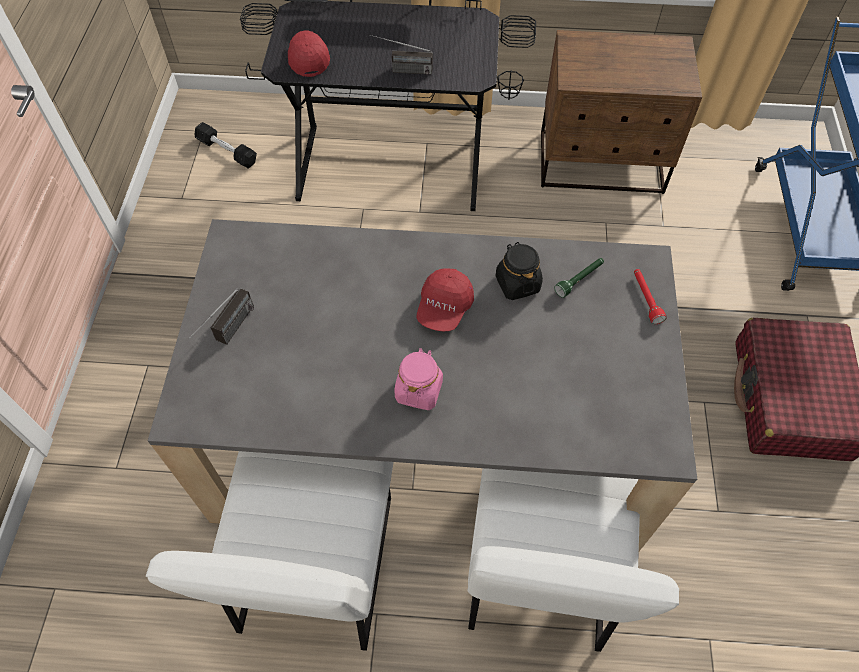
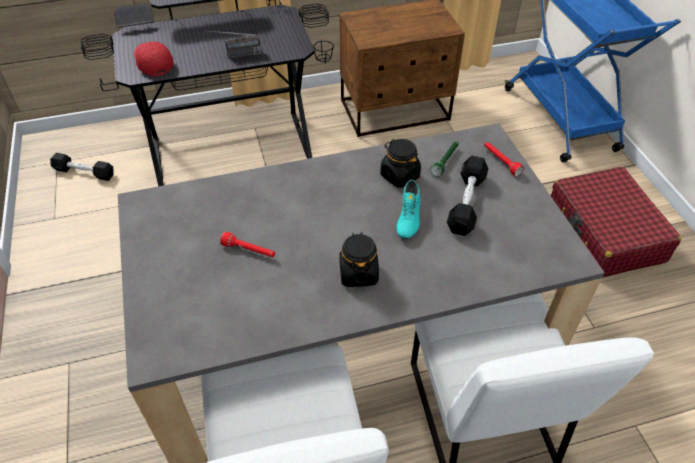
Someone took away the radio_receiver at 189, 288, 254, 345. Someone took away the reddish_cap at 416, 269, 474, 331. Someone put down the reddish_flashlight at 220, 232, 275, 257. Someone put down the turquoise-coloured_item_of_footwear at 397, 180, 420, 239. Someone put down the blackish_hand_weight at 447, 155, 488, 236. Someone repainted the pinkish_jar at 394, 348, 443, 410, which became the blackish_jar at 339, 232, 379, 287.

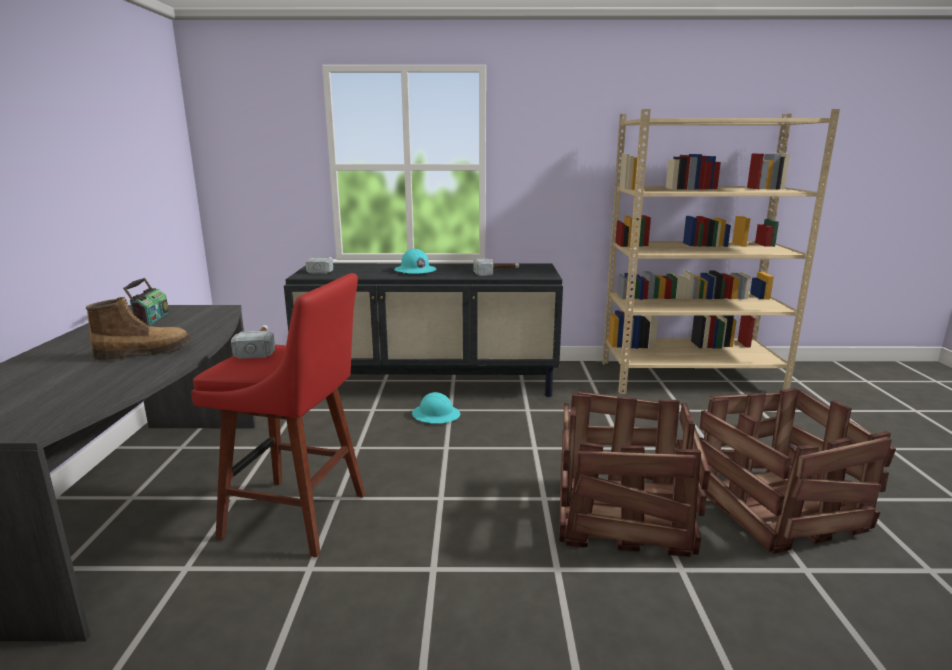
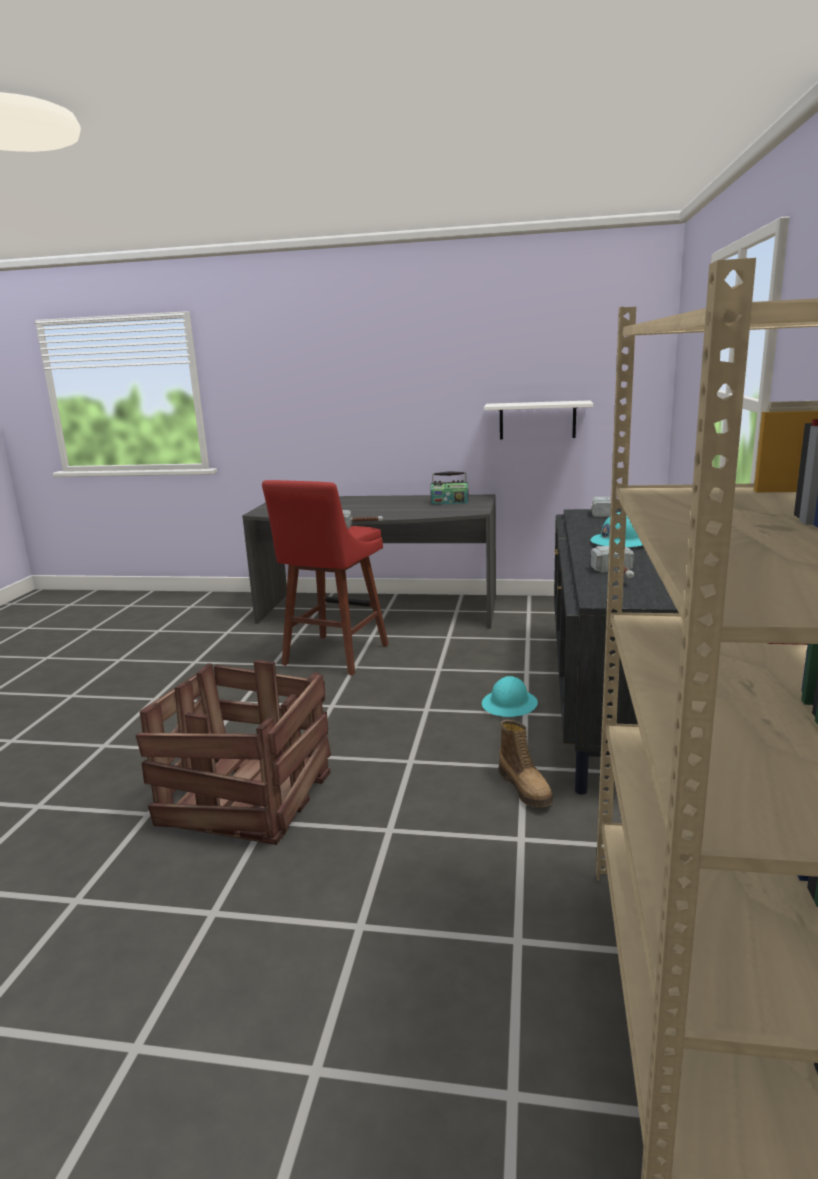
Someone took away the packing_crate at 699, 388, 896, 554. Someone put up the whitish_wall_shelf at 484, 400, 593, 440. Someone carried the high-top_boot from 86, 297, 191, 360 to 499, 720, 553, 807.

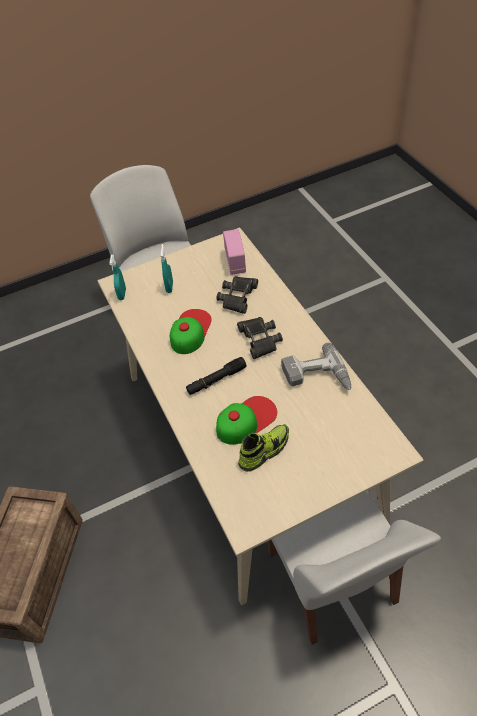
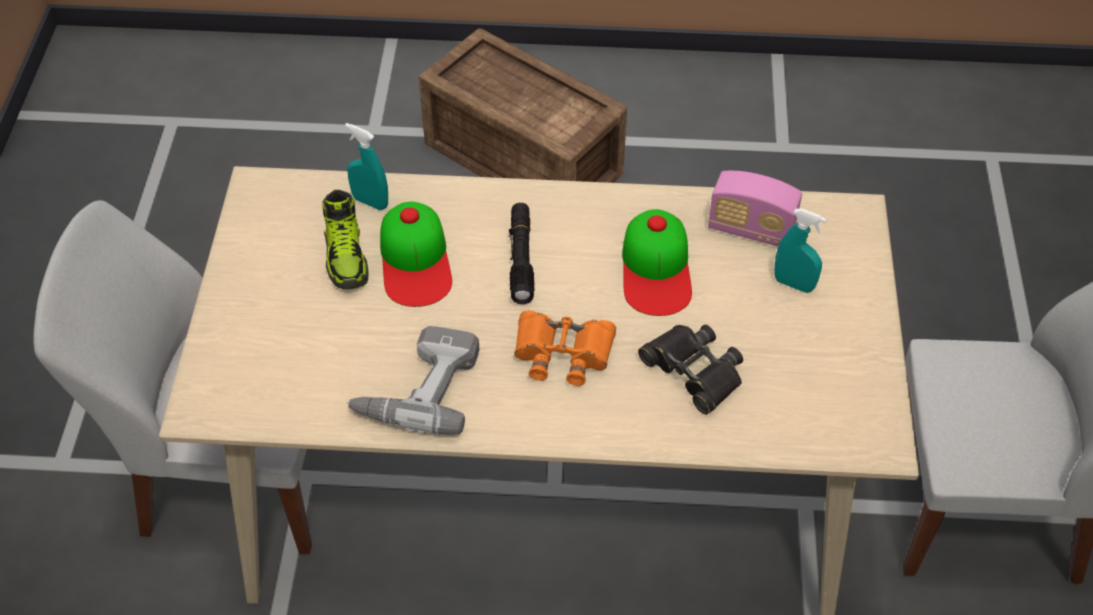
Someone carried the turquoise-coloured_hand_sprayer from 109, 254, 126, 300 to 345, 123, 388, 210. Someone carried the radio_receiver from 223, 229, 246, 275 to 708, 171, 802, 246. Someone repainted the blackish_field_glasses at 237, 317, 283, 359, which became the orange-coloured_field_glasses at 514, 310, 616, 386. Someone rotated the cap at 170, 309, 212, 354 by 45 degrees clockwise.

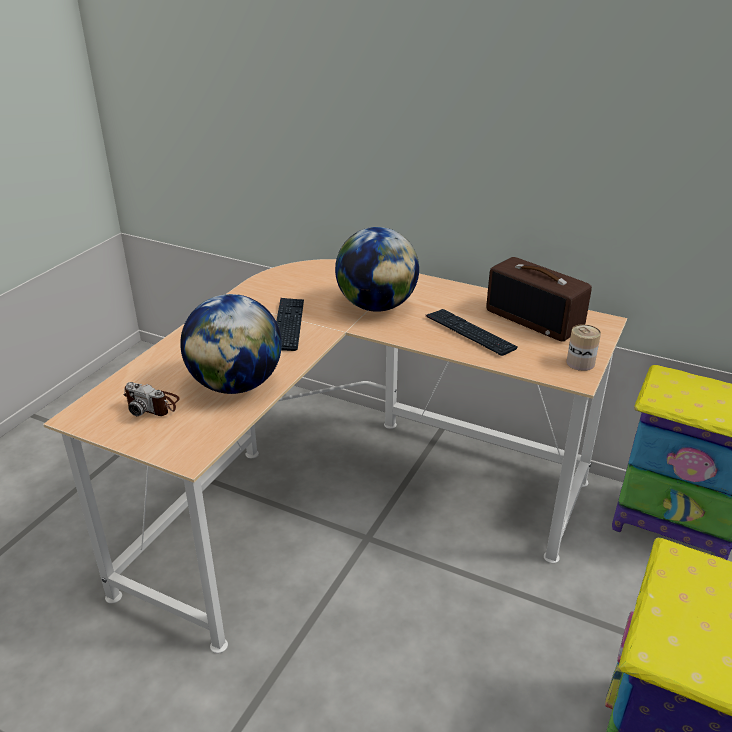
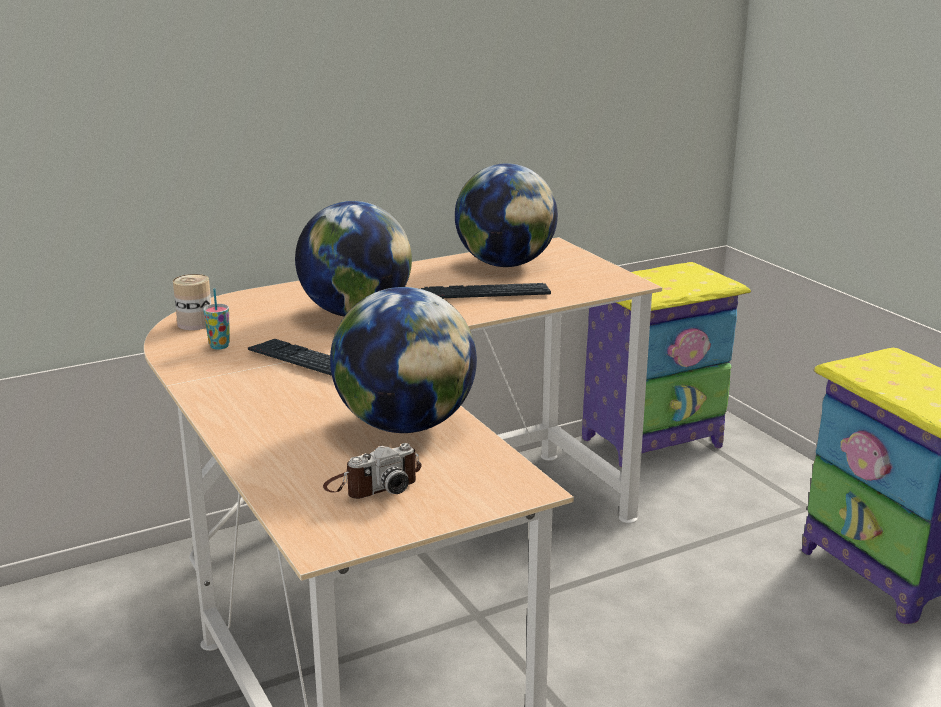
Someone put down the small_cup at 203, 289, 230, 350. Someone carried the sealed_can from 567, 324, 601, 371 to 173, 274, 211, 330. Someone swapped the radio_receiver at 486, 257, 592, 342 for the world_globe at 455, 163, 558, 267.

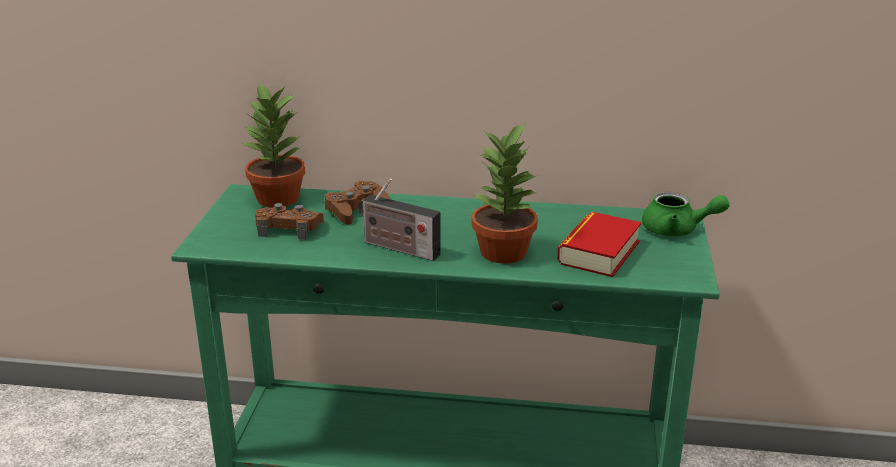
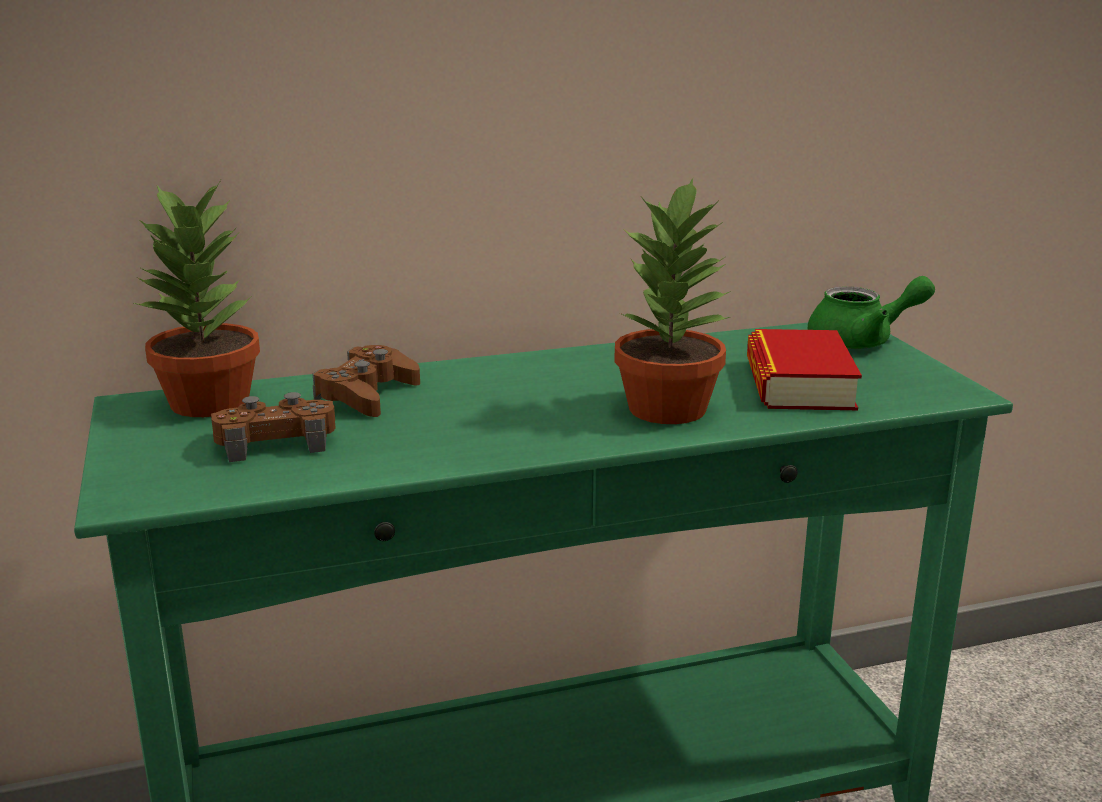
Someone took away the radio_receiver at 358, 178, 441, 261.

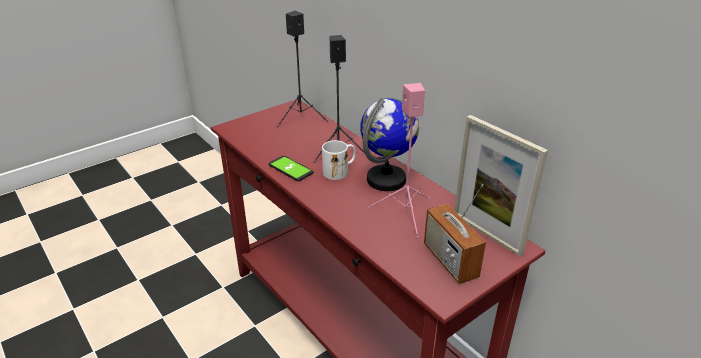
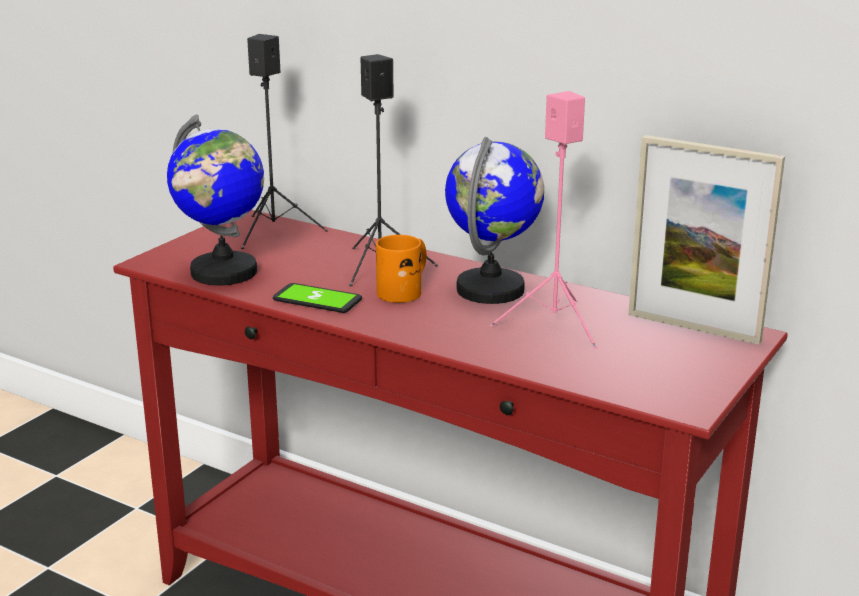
Someone took away the radio_receiver at 424, 184, 486, 284. Someone put down the world_globe at 167, 114, 264, 285. Someone repainted the whitish_mug at 322, 140, 356, 180, which became the orange-coloured_mug at 376, 235, 426, 303.

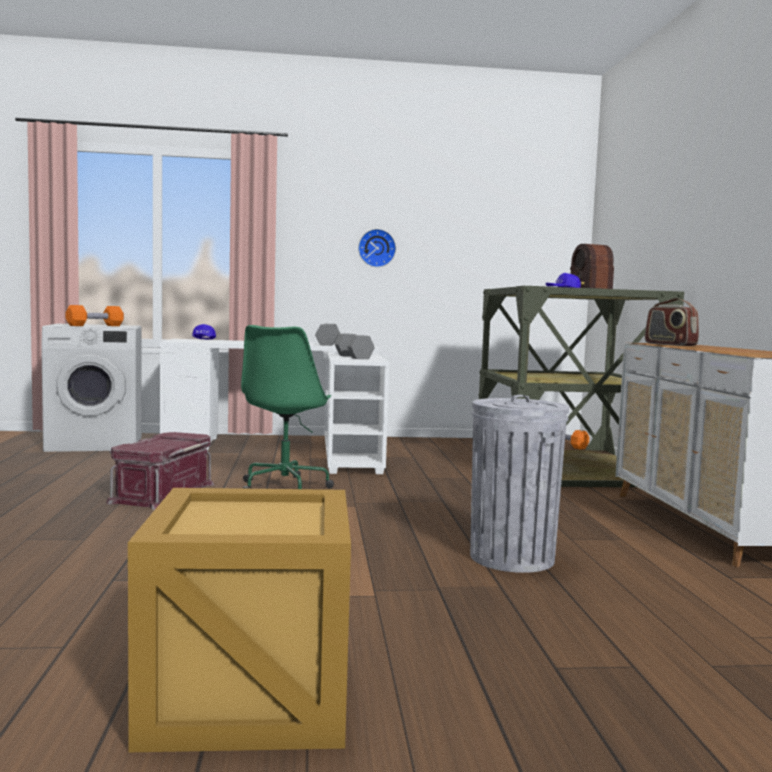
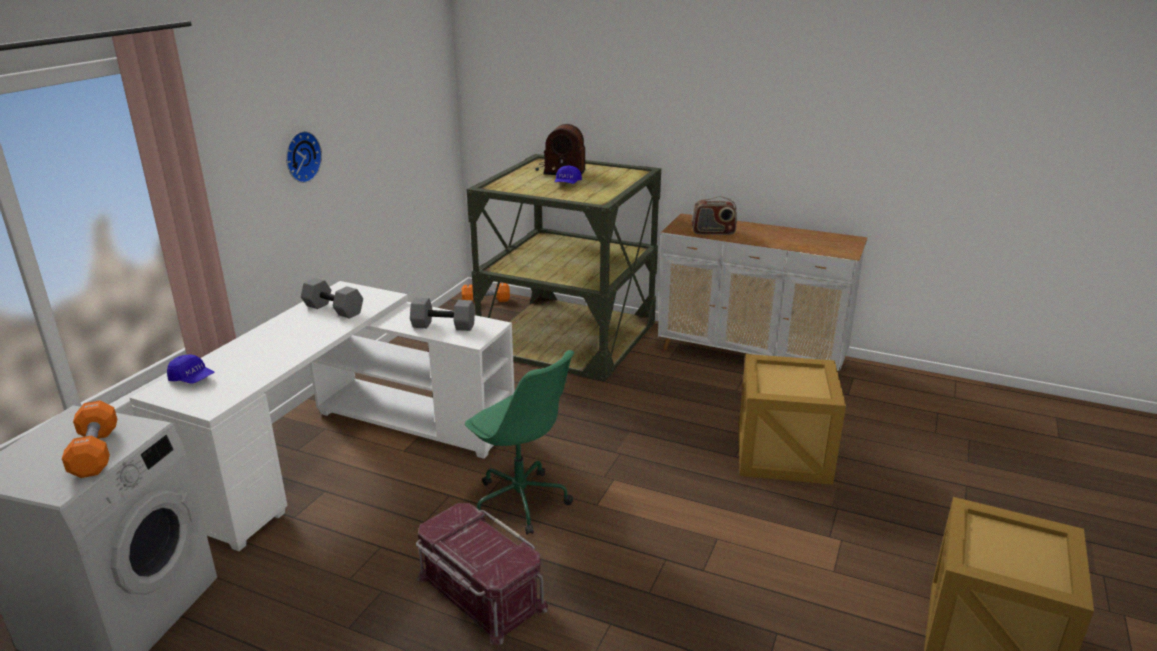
Someone swapped the gray_waste_bin at 470, 395, 569, 573 for the packing_crate at 738, 354, 846, 485.

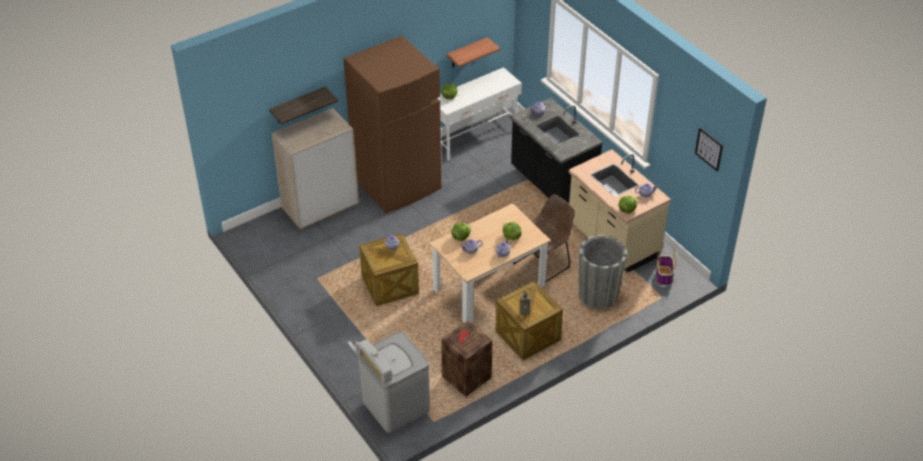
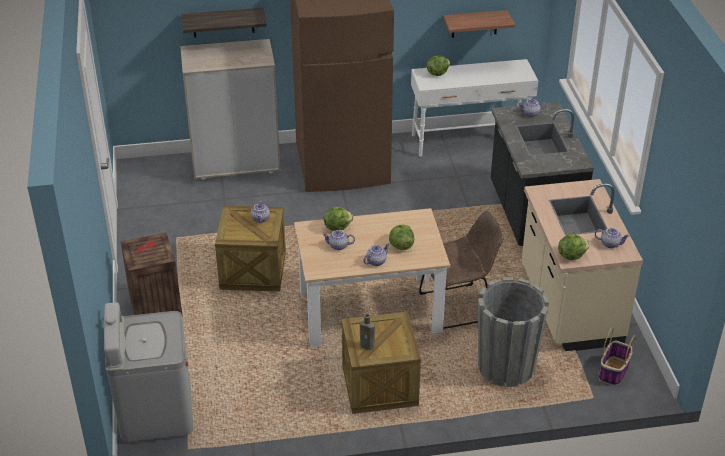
Someone took away the picture at 695, 128, 723, 172. Someone carried the packing_crate from 441, 321, 493, 397 to 121, 233, 183, 317.

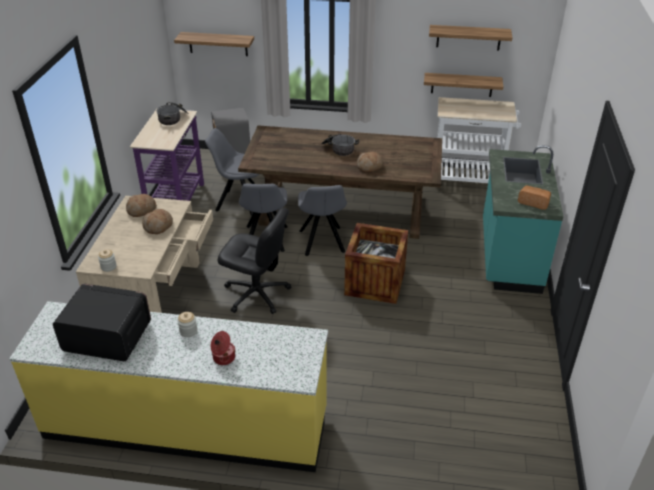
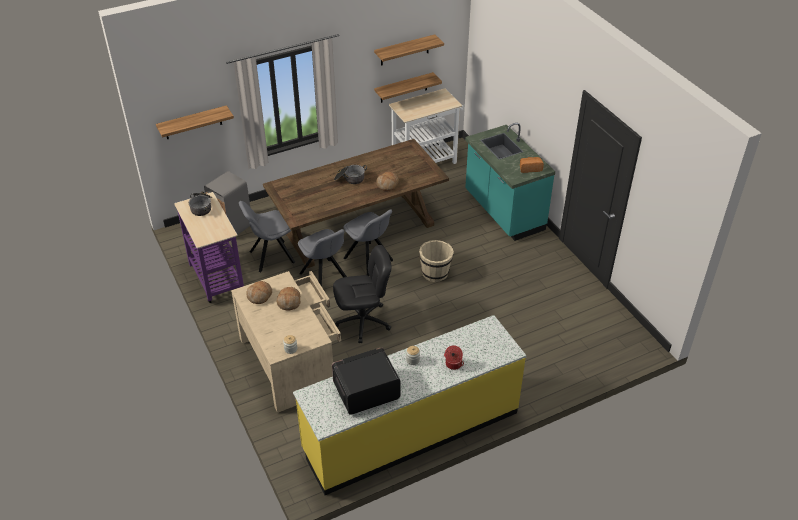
Someone swapped the packing_crate at 344, 223, 408, 304 for the beige-coloured_bucket at 419, 240, 454, 282.

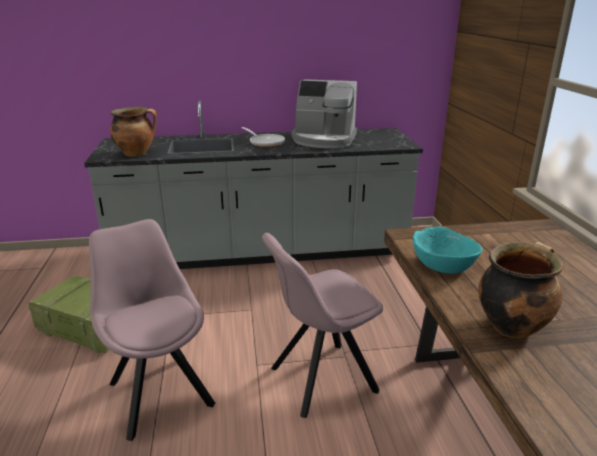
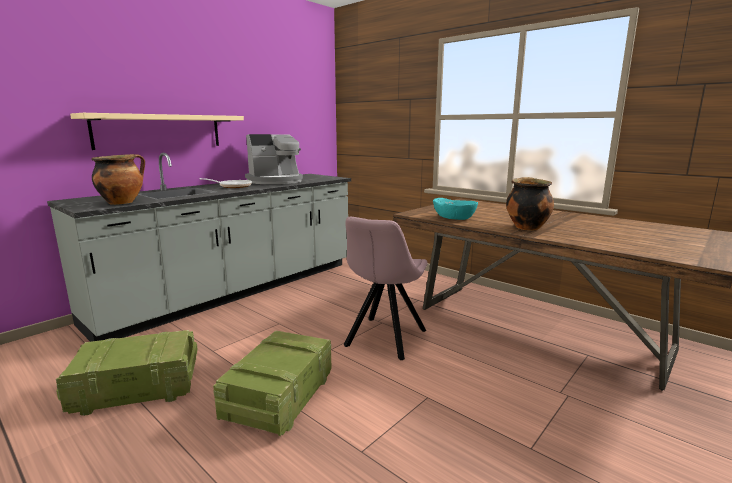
Someone put up the beige-coloured_wall_shelf at 70, 113, 244, 150. Someone swapped the pinkish_chair at 89, 219, 215, 441 for the packing_crate at 213, 330, 332, 436.

